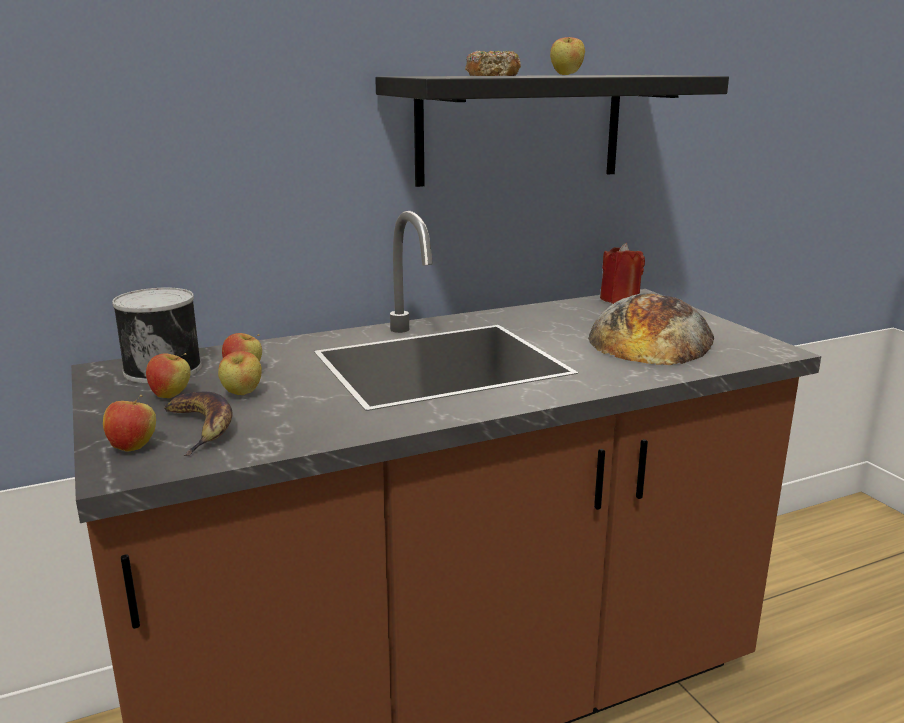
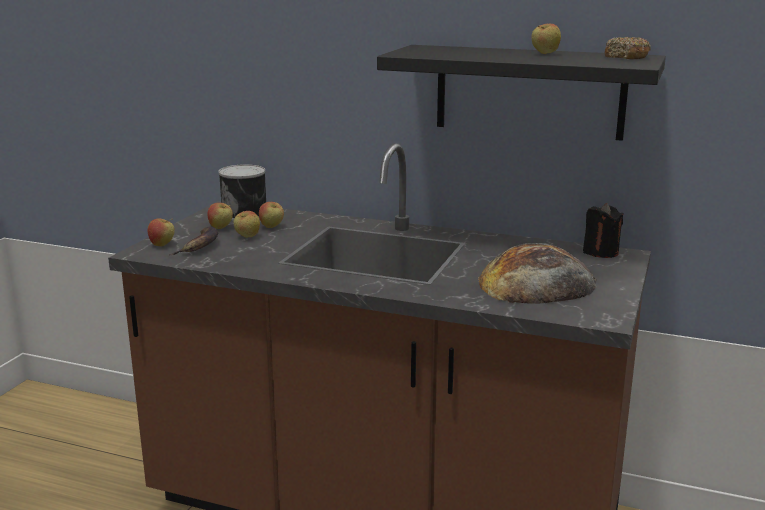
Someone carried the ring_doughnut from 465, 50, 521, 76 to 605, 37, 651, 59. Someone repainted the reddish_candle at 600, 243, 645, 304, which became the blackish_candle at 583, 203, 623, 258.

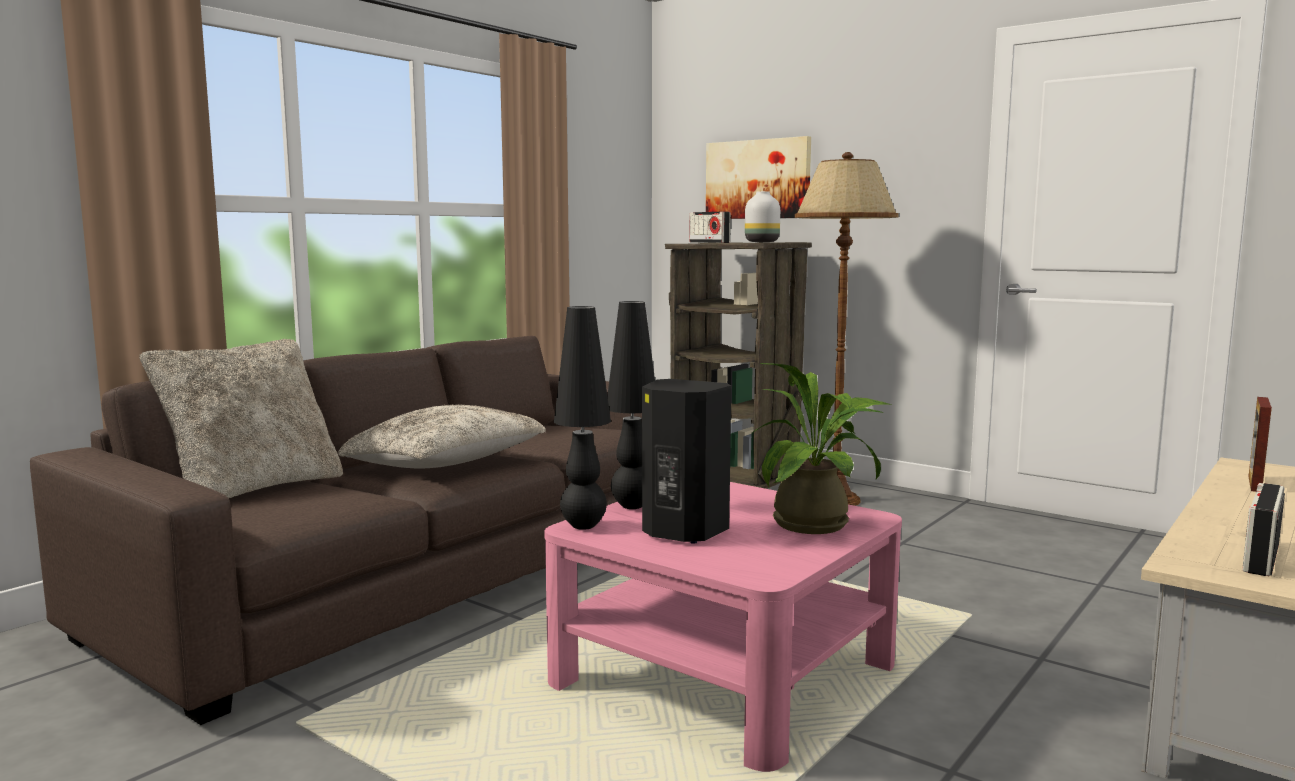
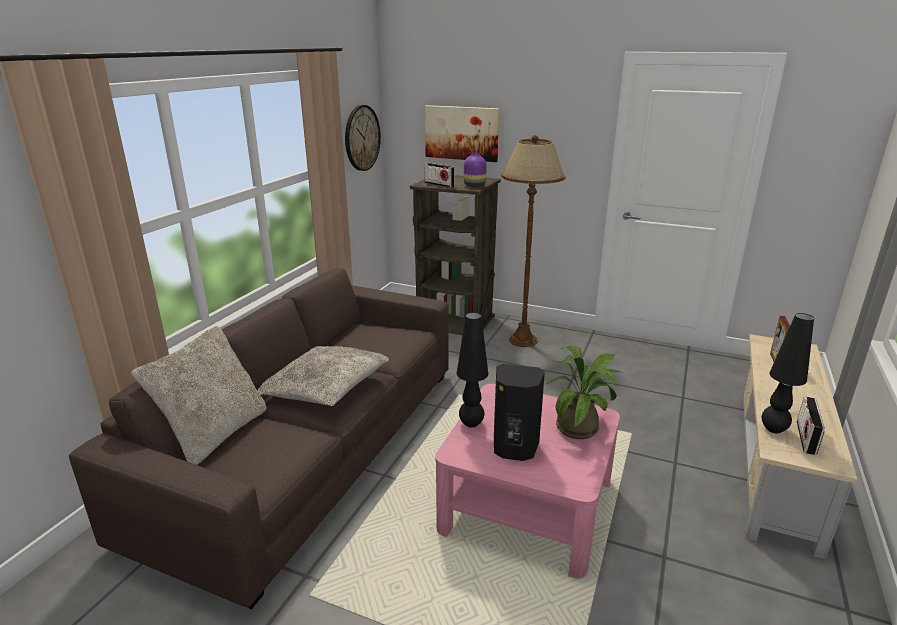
Someone put up the clock_on_the_wall at 345, 105, 381, 171. Someone carried the blackish_table_lamp from 554, 306, 611, 530 to 762, 313, 814, 433. Someone repainted the whitish_vase at 745, 191, 780, 242, which became the purple_vase at 464, 153, 487, 187.

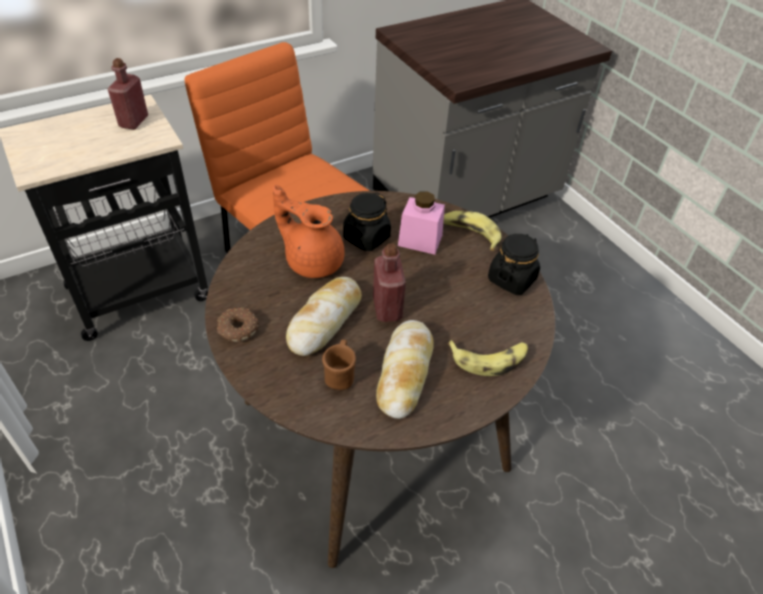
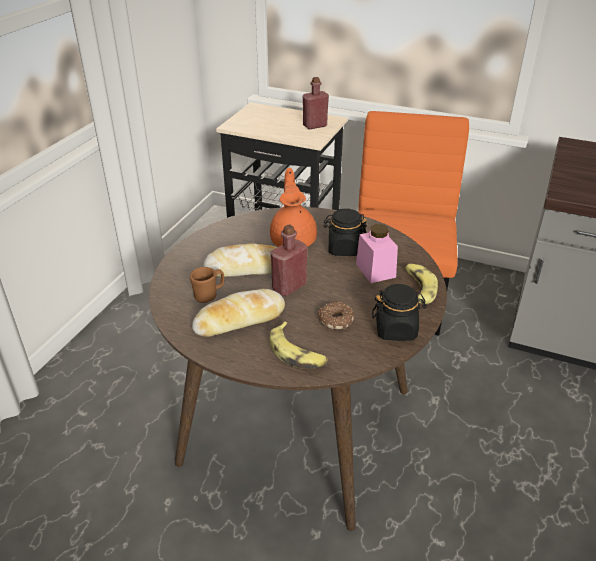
Someone carried the ring_doughnut from 217, 307, 259, 342 to 318, 302, 354, 329.

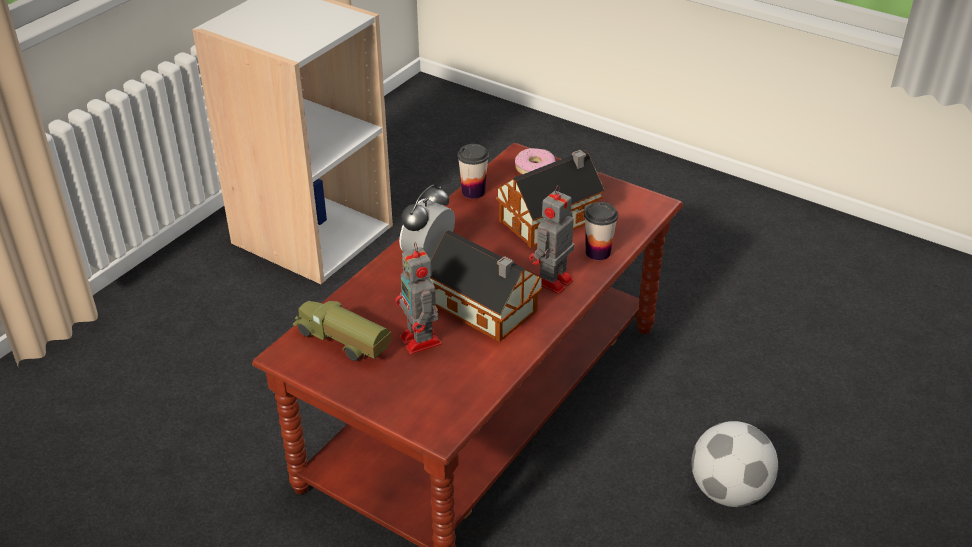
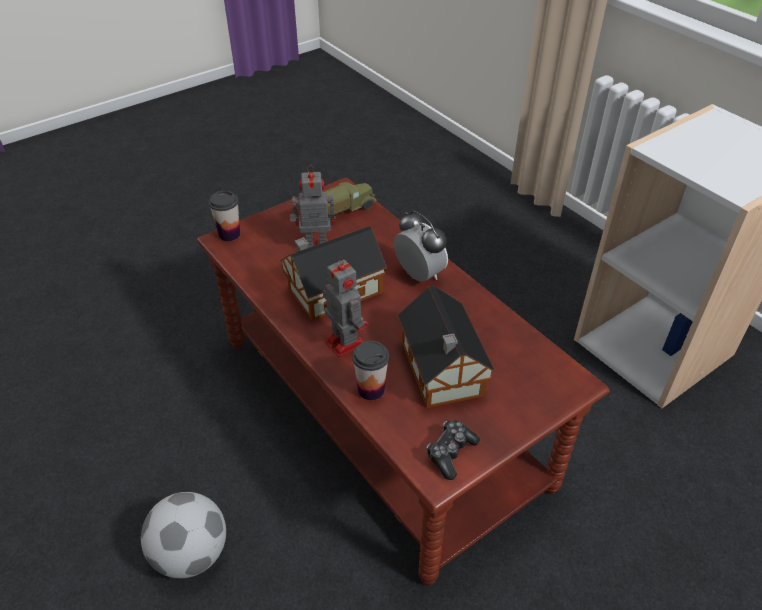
Someone took away the ring_doughnut at 515, 148, 555, 174. Someone put down the joypad at 426, 420, 480, 480. Someone carried the small_cup from 457, 144, 489, 199 to 209, 191, 240, 241.

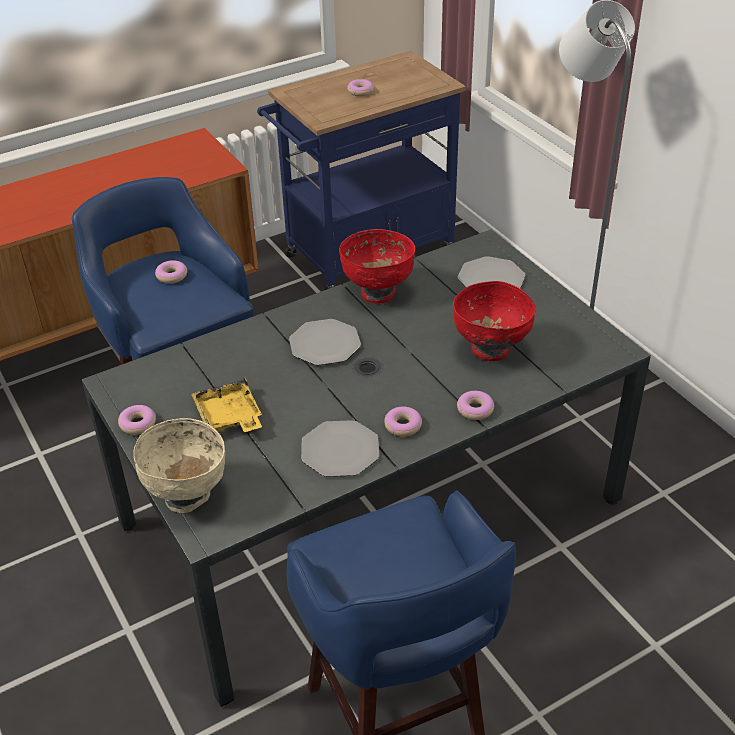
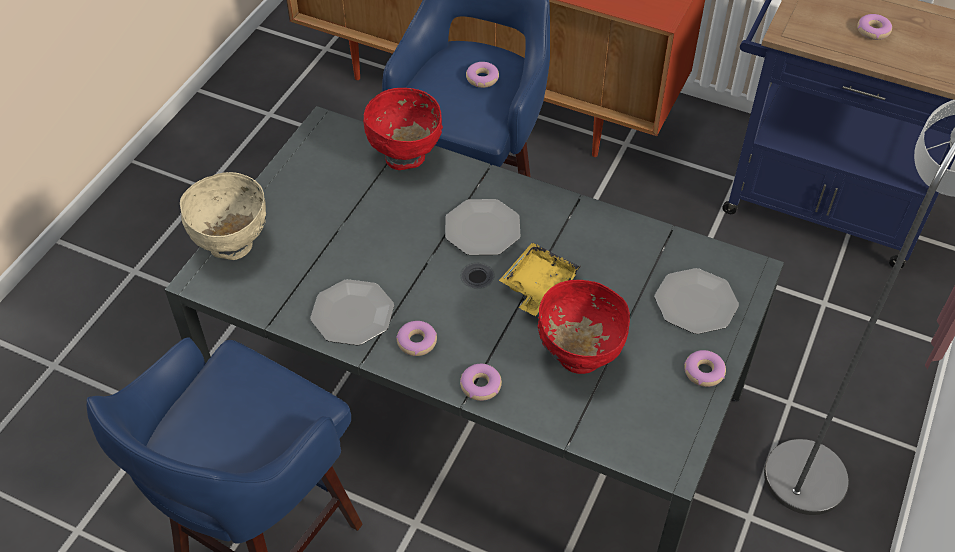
Someone carried the ring_doughnut from 118, 405, 156, 435 to 684, 350, 726, 387. Someone carried the yellow-coloured_carrying_tray from 191, 376, 262, 432 to 499, 242, 582, 316. Someone carried the reddish_bowl from 339, 229, 415, 304 to 363, 88, 443, 170.

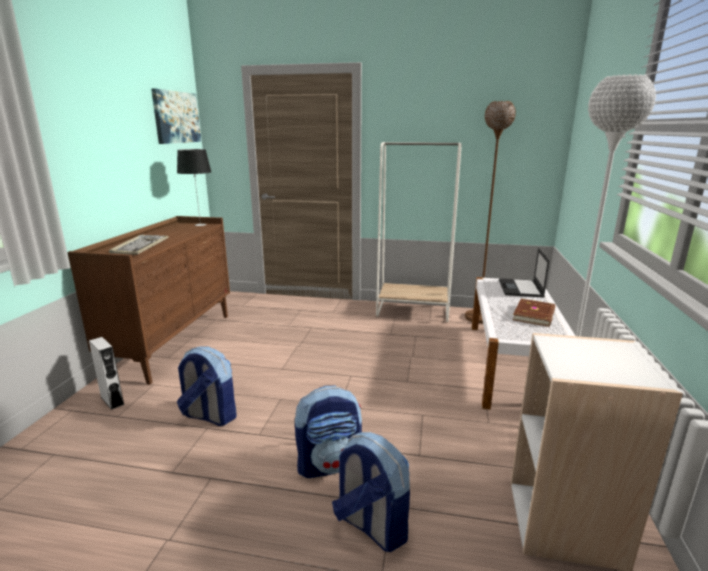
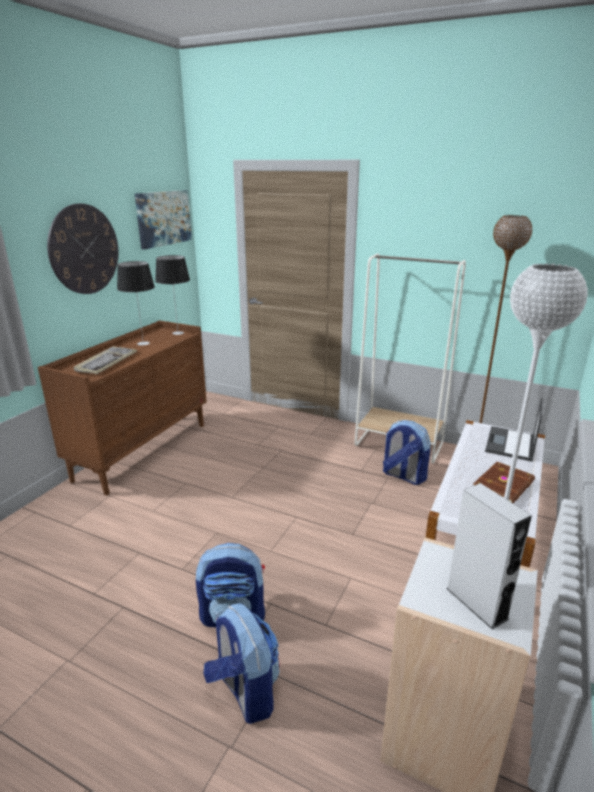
Someone put up the clock_on_the_wall at 47, 203, 118, 294. Someone put down the table_lamp at 117, 261, 155, 345. Someone carried the gray_loudspeaker from 89, 337, 125, 410 to 446, 483, 532, 630. Someone carried the knapsack from 177, 346, 236, 426 to 383, 420, 430, 485.

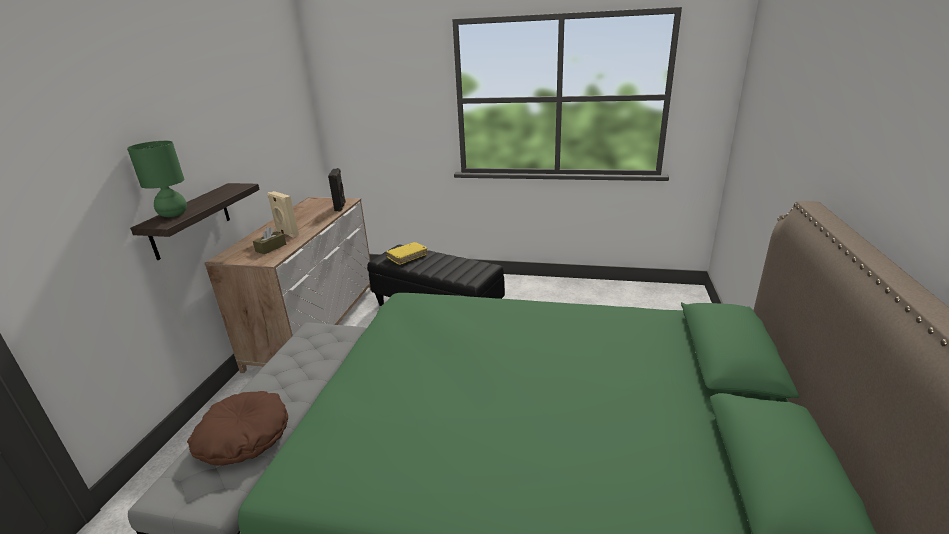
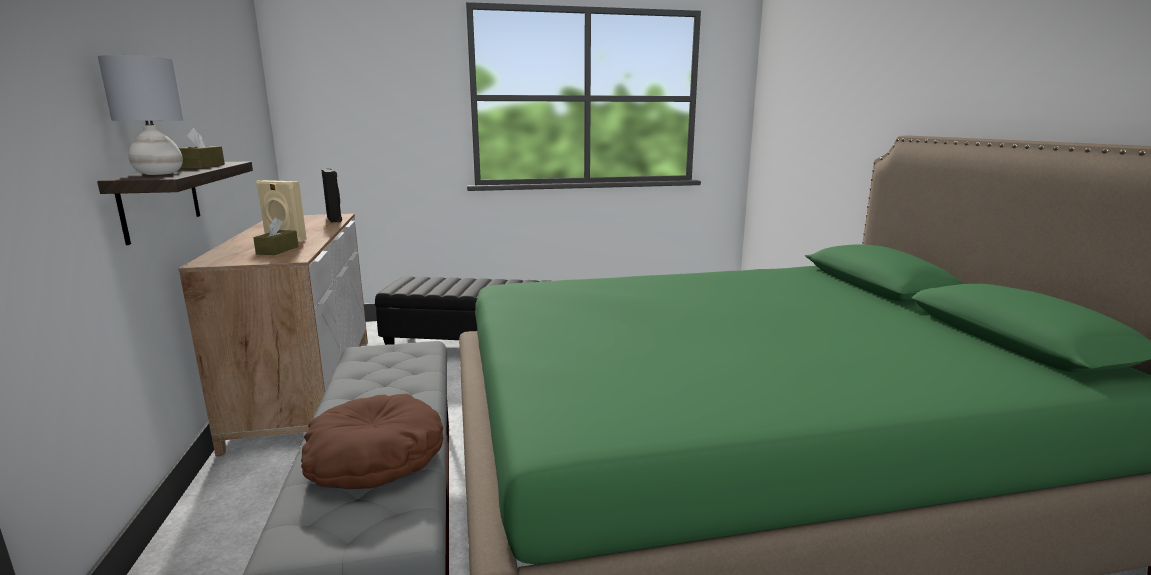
Someone took away the yellow-coloured_book at 386, 242, 428, 265. Someone put down the brownish_box_of_tissues at 179, 128, 225, 169. Someone repainted the greenish_table_lamp at 127, 141, 187, 217, which became the gray_table_lamp at 98, 55, 184, 175.

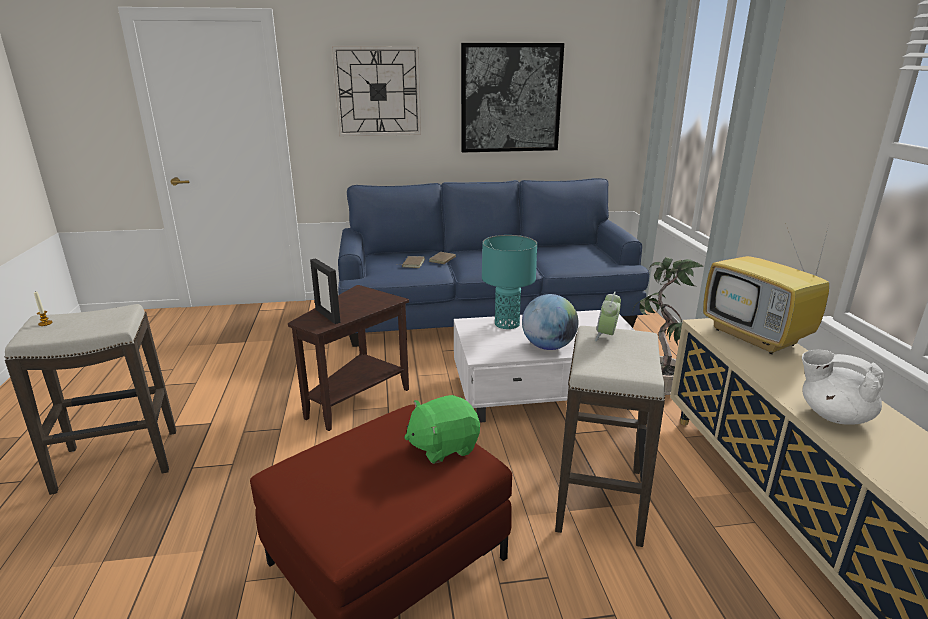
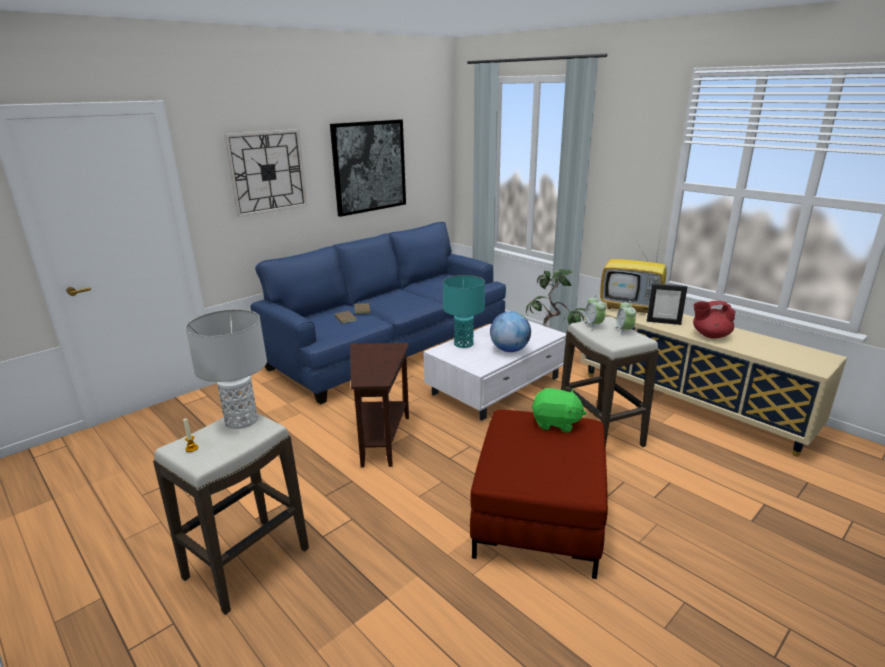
Someone put down the whitish_table_lamp at 186, 309, 267, 429. Someone put down the alarm_clock at 615, 301, 636, 335. Someone carried the photo_frame from 310, 258, 341, 324 to 647, 283, 687, 325. Someone repainted the whitish_tea_pot at 802, 349, 885, 425, which became the reddish_tea_pot at 693, 301, 735, 339. Someone rotated the greenish_soft_toy at 404, 395, 480, 464 by 105 degrees counterclockwise.

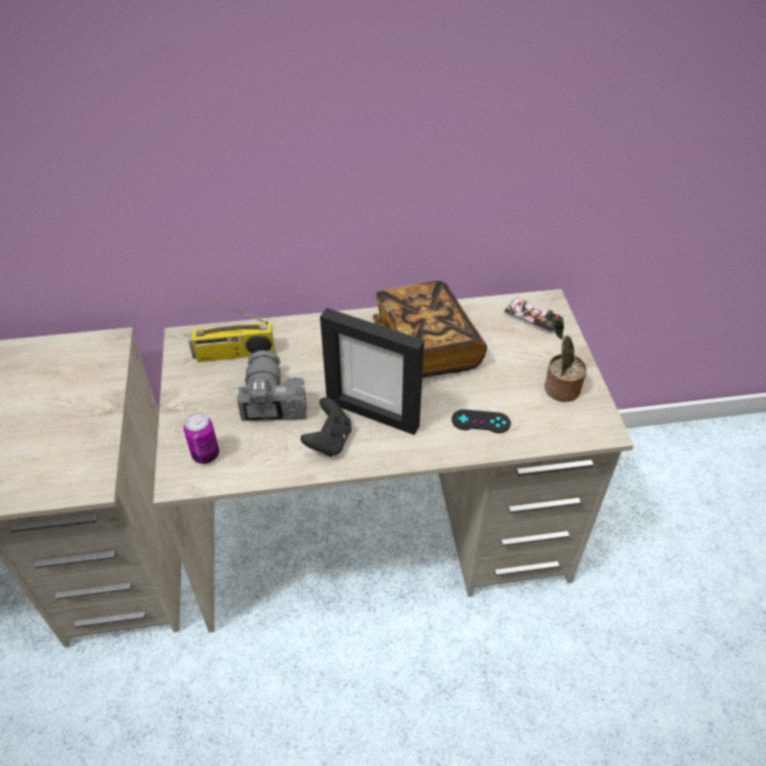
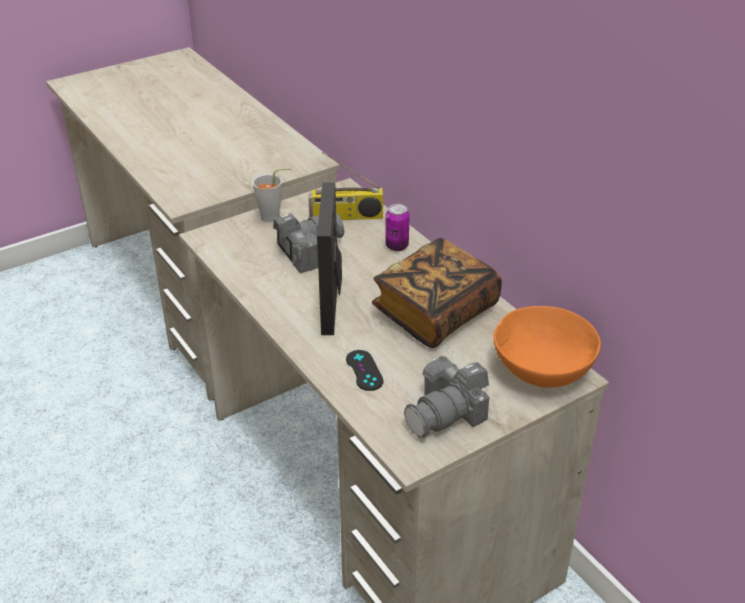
Someone took away the blackish_joypad at 301, 397, 352, 457. Someone put down the gray_small_cup at 252, 168, 292, 222. Someone carried the sealed_can from 184, 413, 219, 464 to 385, 204, 410, 251. Someone swapped the phone at 504, 297, 564, 334 for the orange-coloured_bowl at 493, 306, 601, 388. Someone swapped the plant_in_a_pot at 544, 319, 587, 402 for the still_camera at 404, 356, 489, 438. Someone rotated the radio_receiver at 188, 293, 275, 362 by 60 degrees counterclockwise.

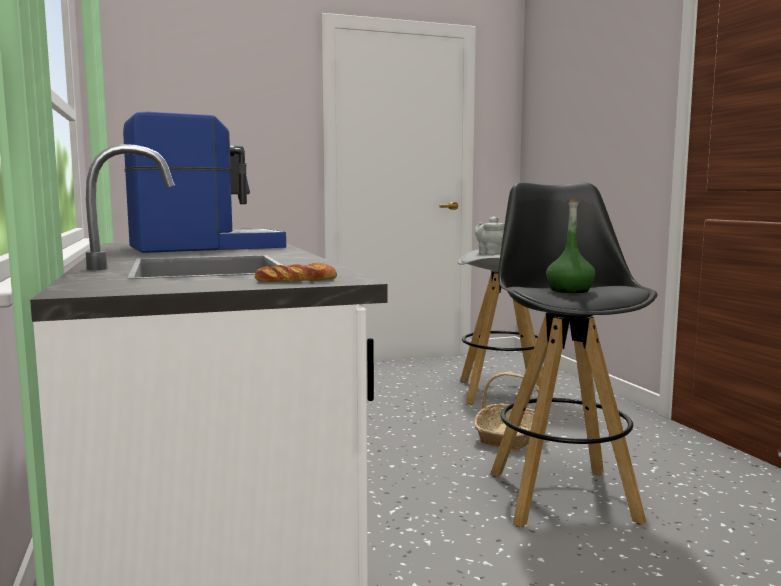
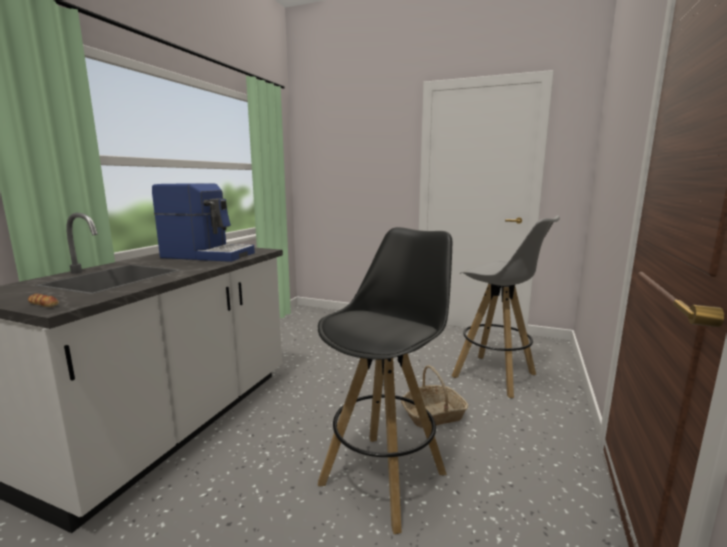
Someone took away the gray_tea_pot at 475, 216, 505, 255. Someone took away the greenish_bottle at 546, 199, 596, 293.

